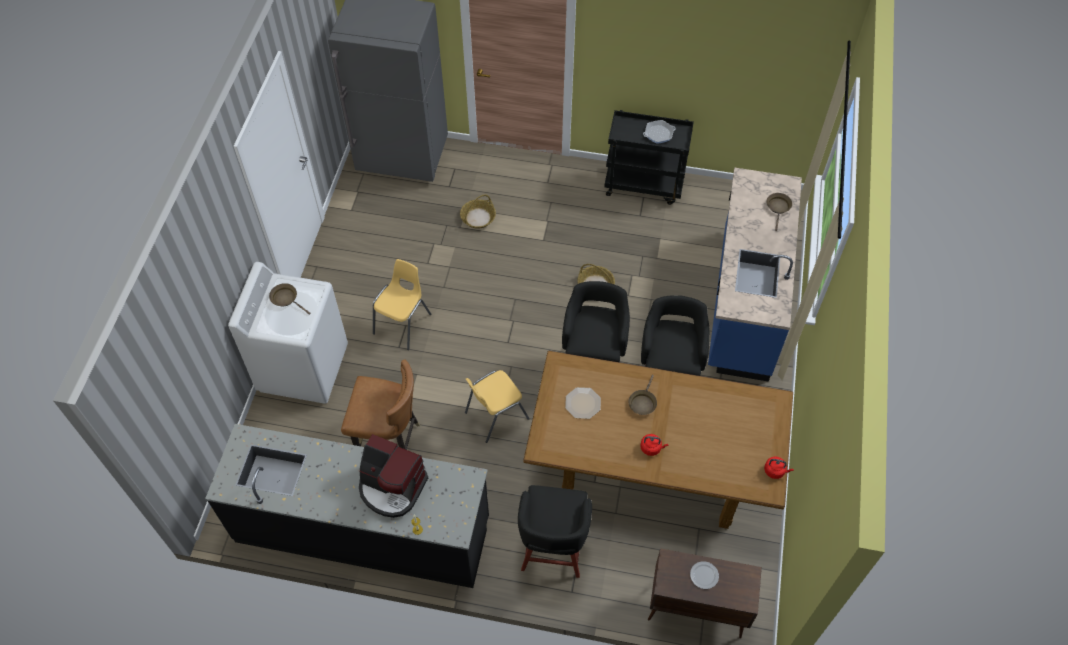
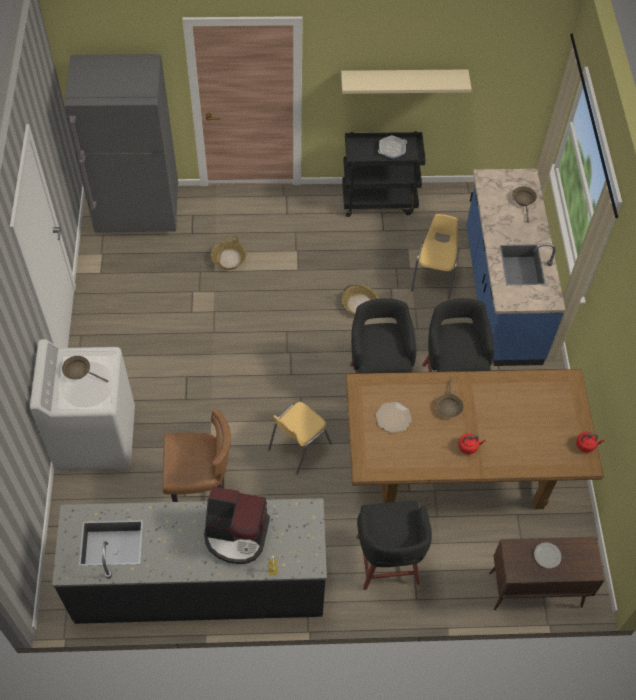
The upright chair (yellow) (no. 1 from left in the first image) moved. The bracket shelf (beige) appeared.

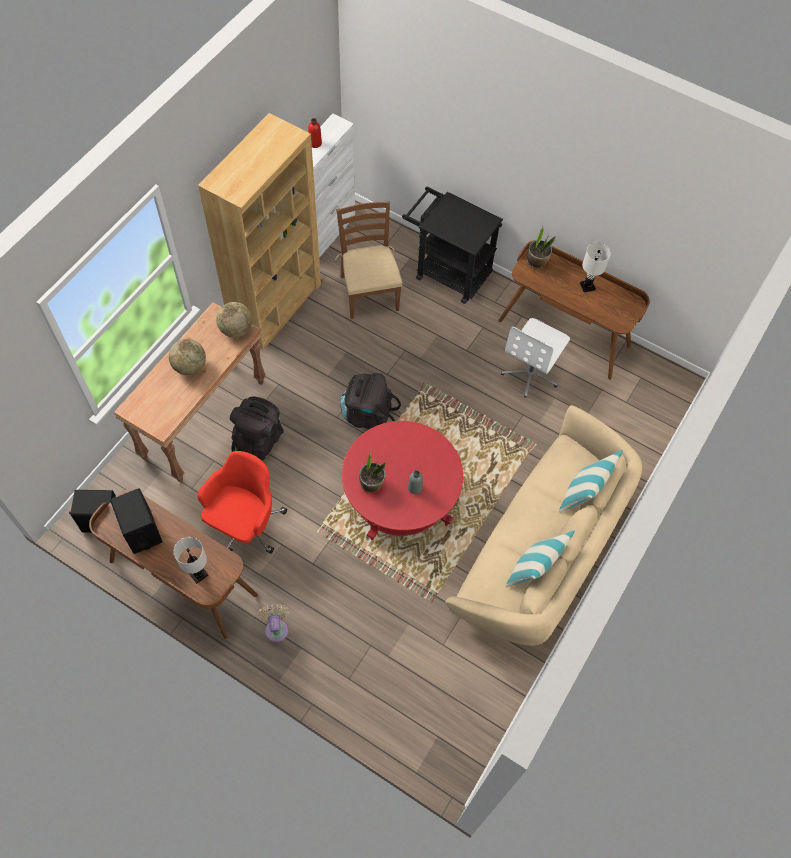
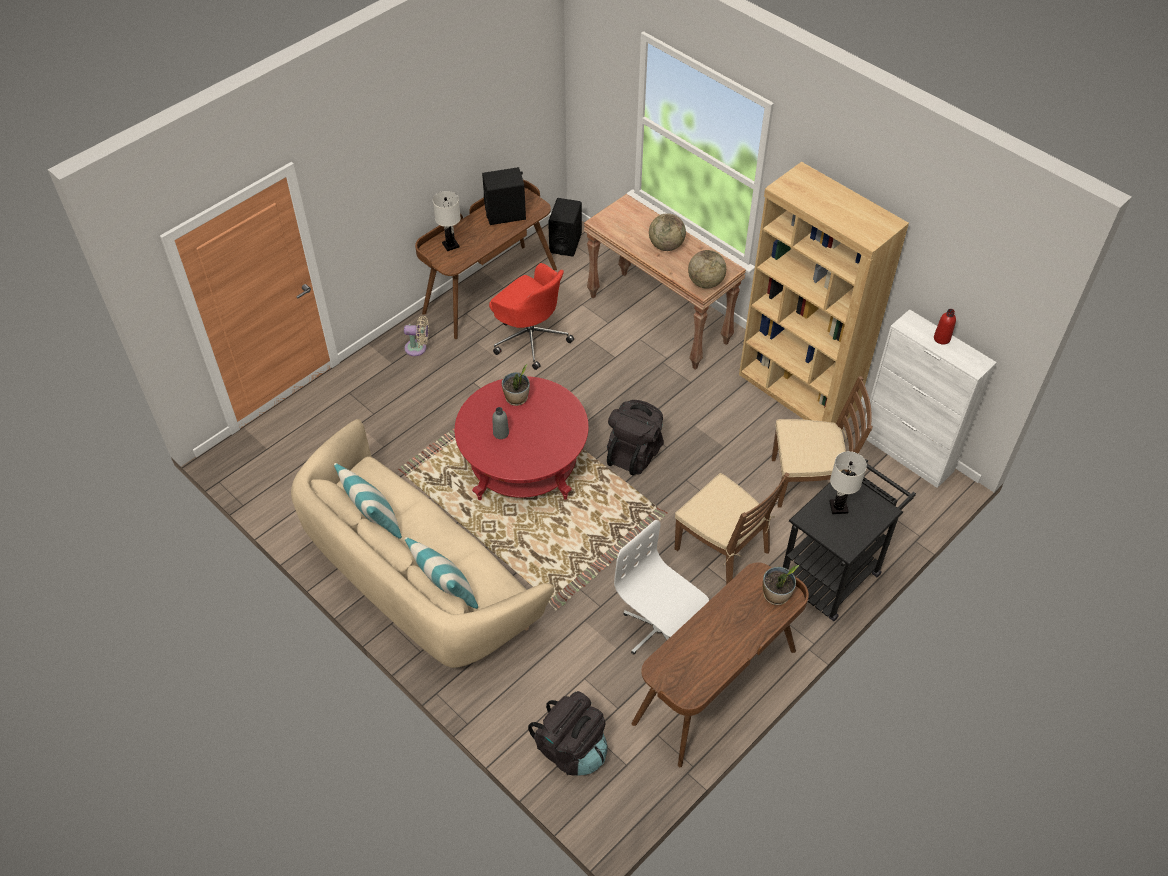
The table lamp (whitish) (no. 2 from left) moved. The knapsack (blackish) (no. 1 from left) moved. The upright chair (brown) (no. 1 from left) appeared.

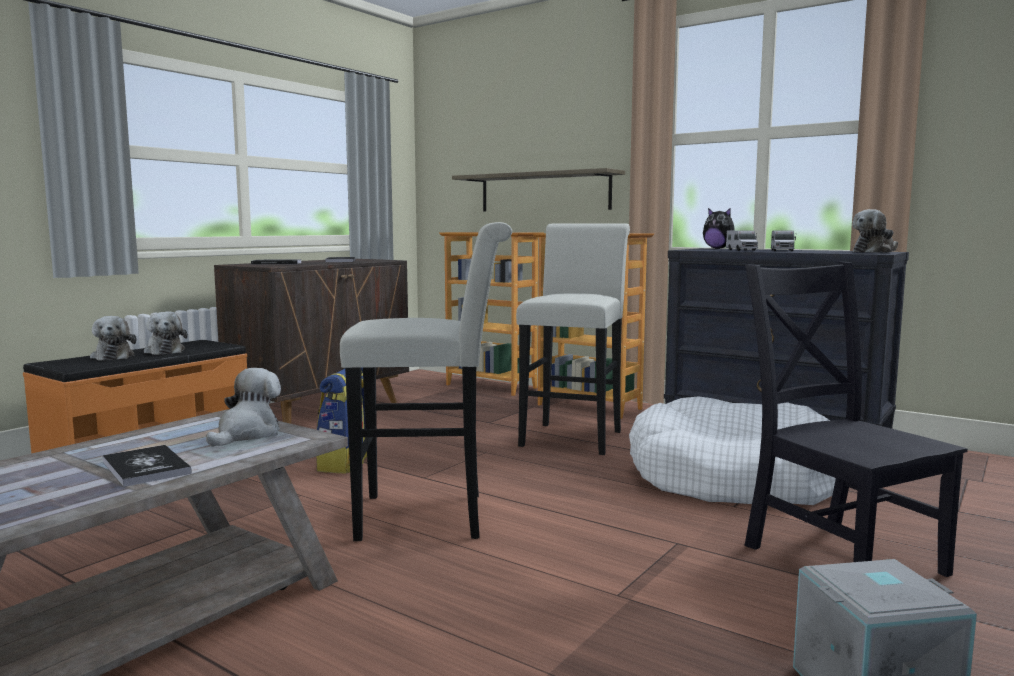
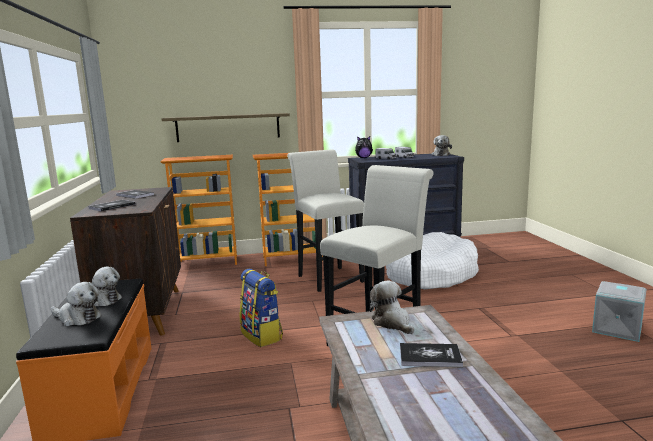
The upright chair (blackish) disappeared.

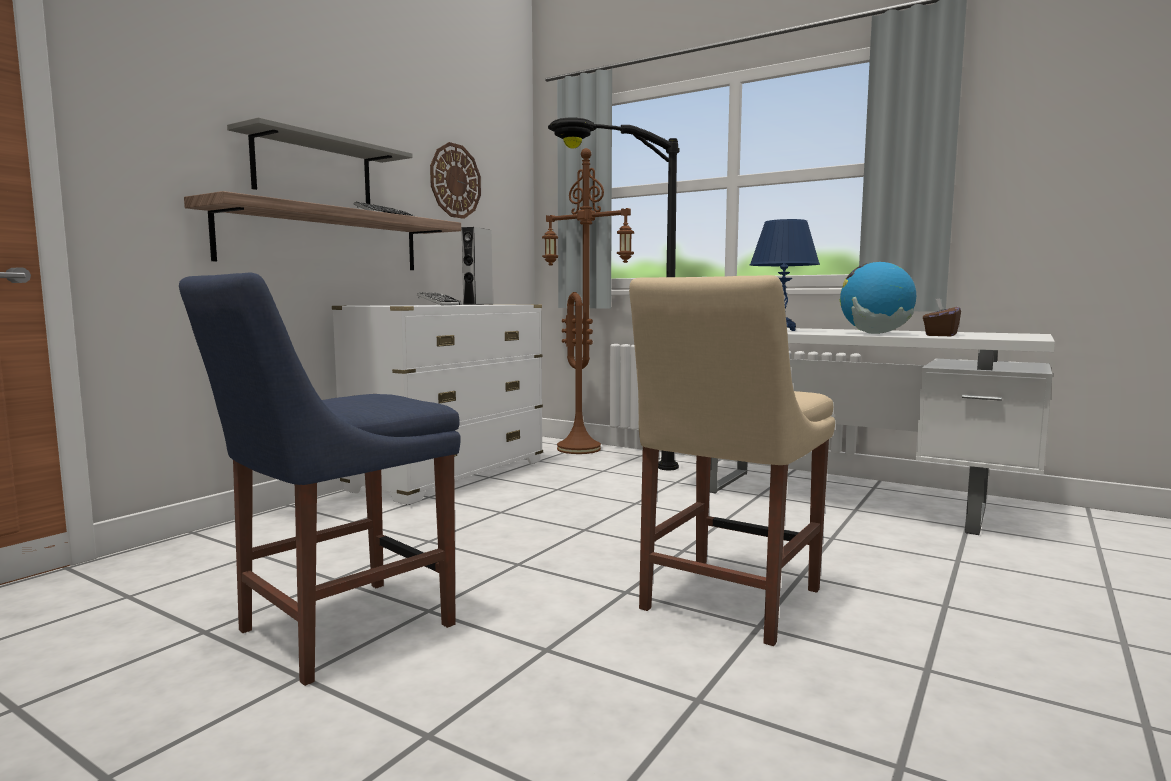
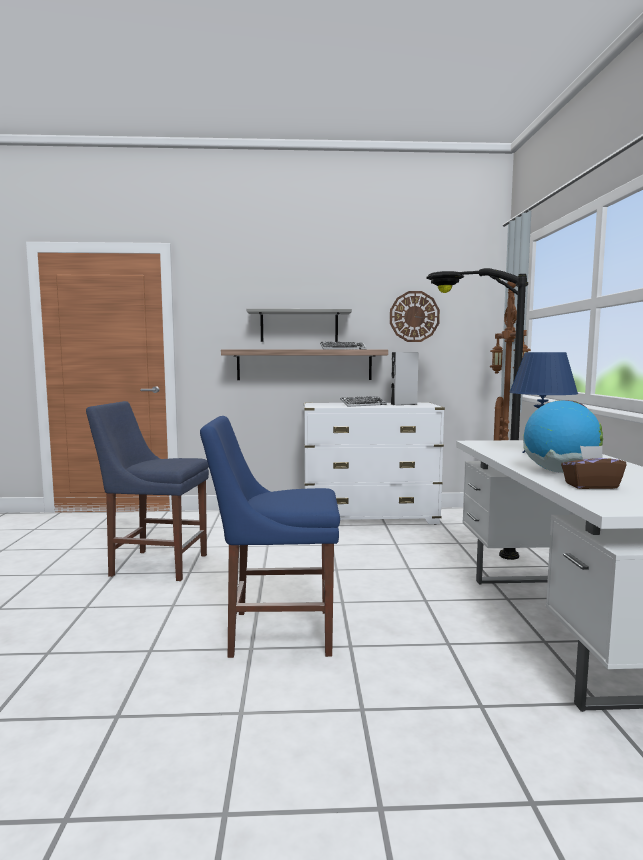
The upright chair (beige) became the upright chair (blue-coloured) (no. 2 from left).

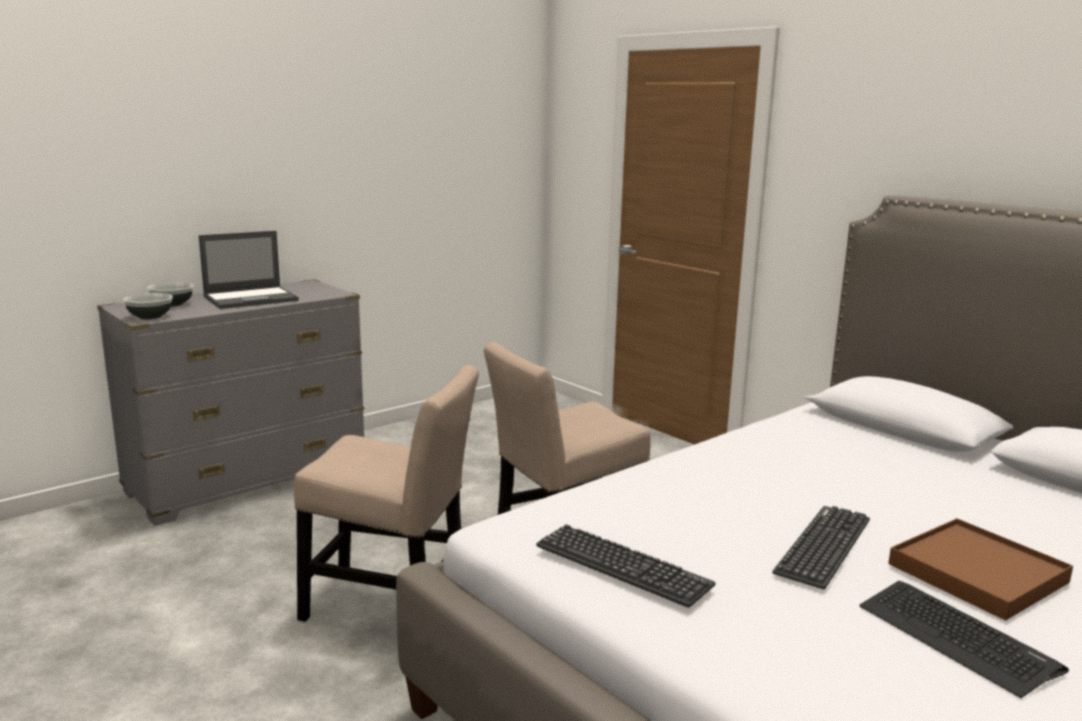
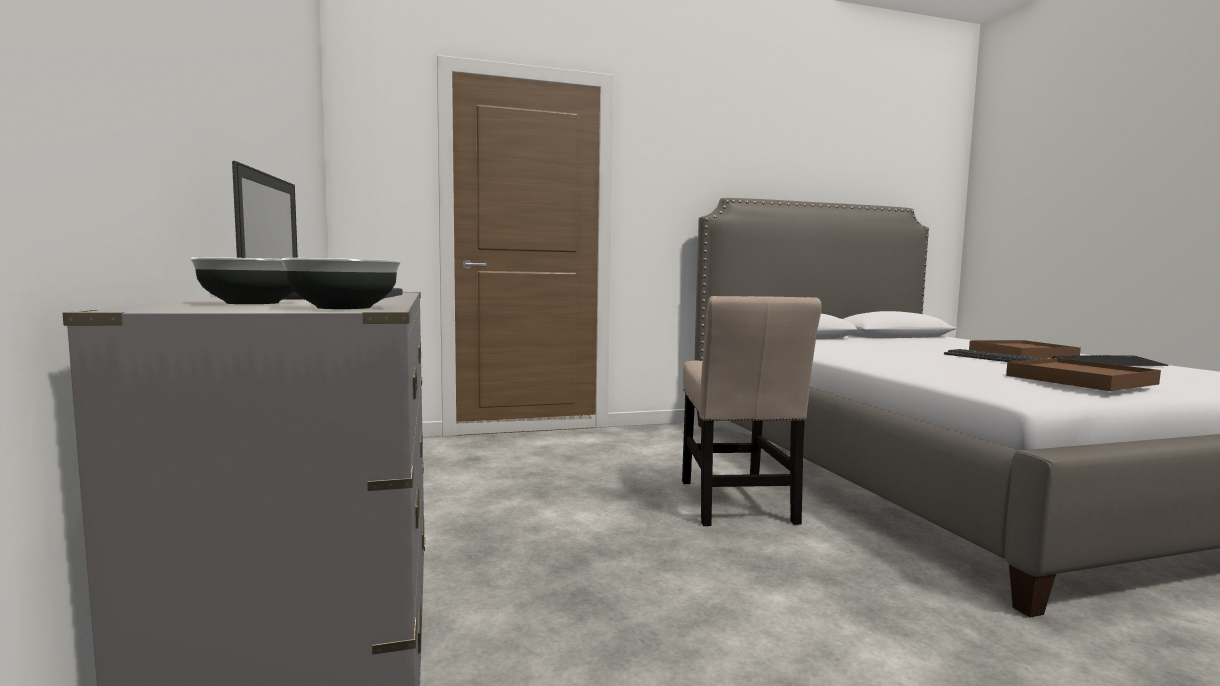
The upright chair (beige) (no. 1 from left) disappeared. The keyboard (no. 1 from left) was replaced by the serving tray (brown) (no. 2 from left).

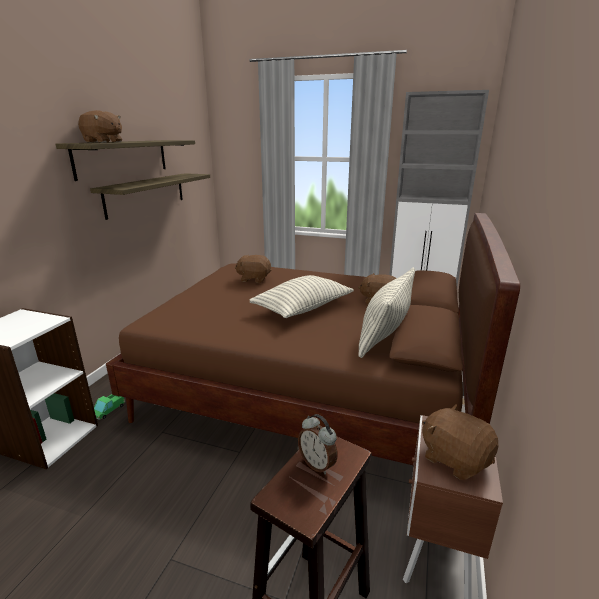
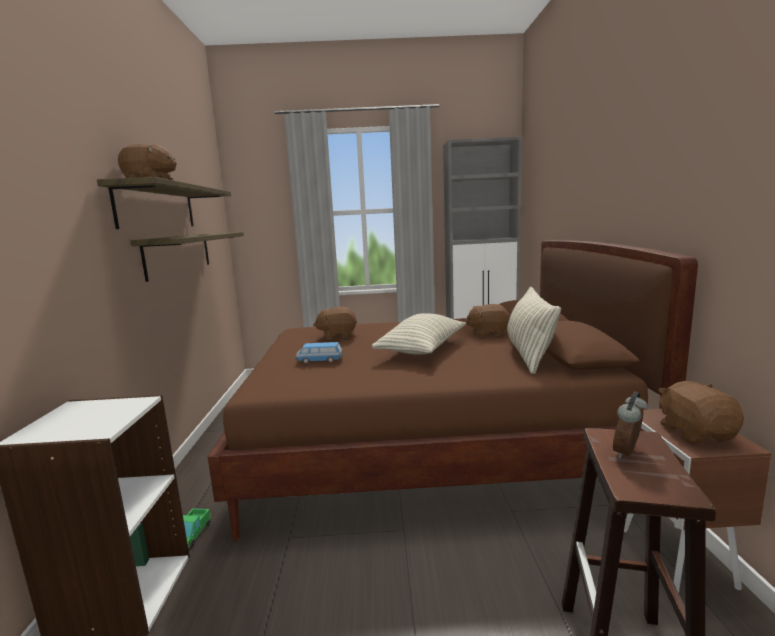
The soft toy (brown) (no. 4 from left) turned 60 degrees clockwise. The bedside clock turned 105 degrees clockwise. The model car appeared.

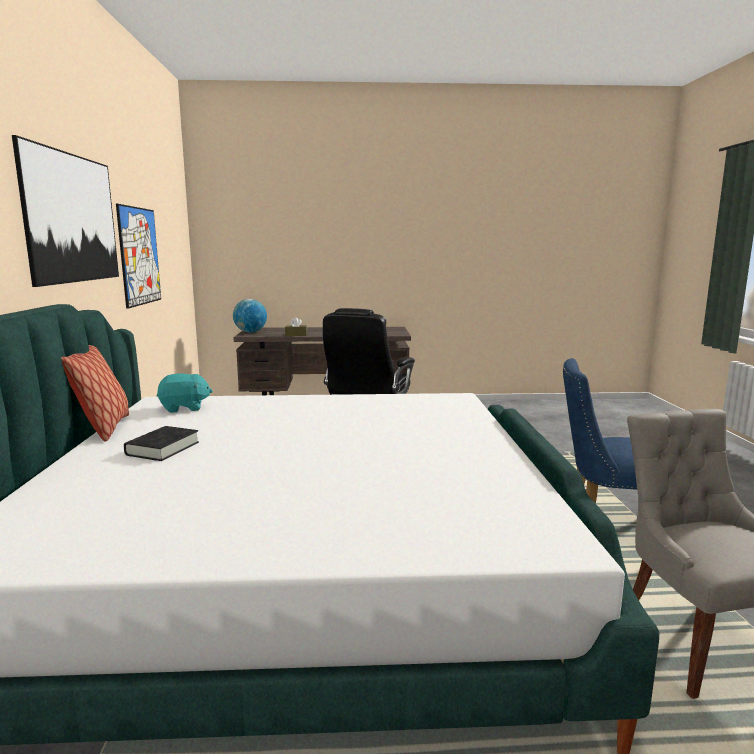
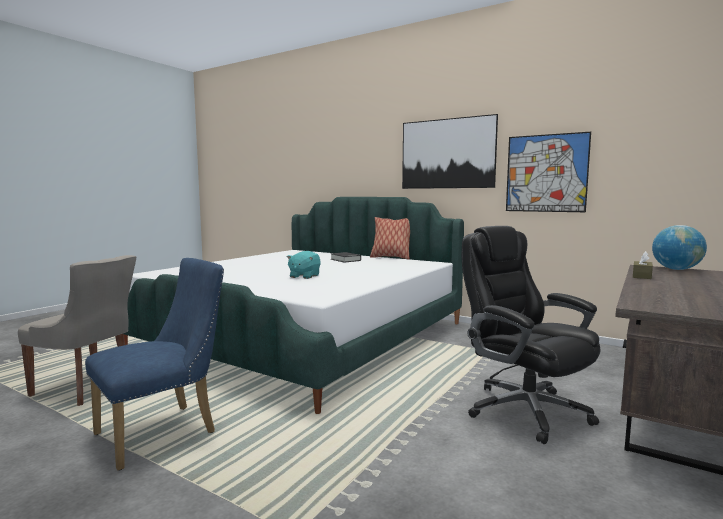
The soft toy (turquoise) moved.

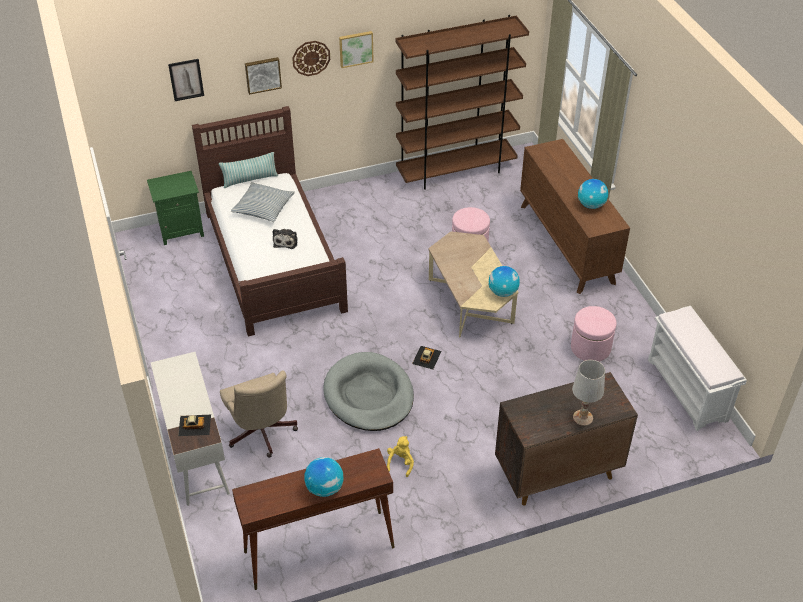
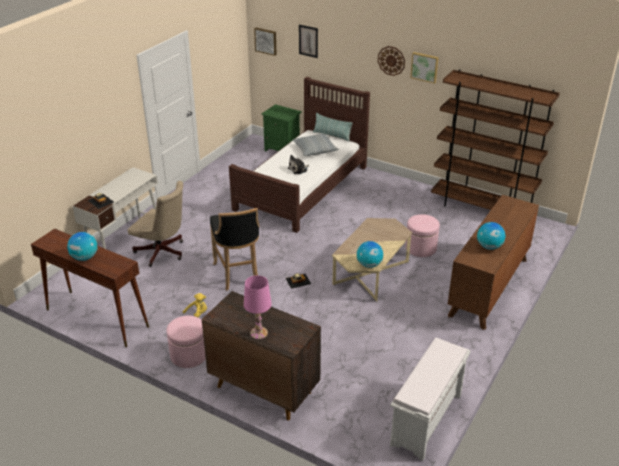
The picture (no. 2 from left in the first image) moved. The pouffe (pink-coloured) (no. 2 from left in the first image) moved. The dog bed (gray) was replaced by the stool seat (blackish). The table lamp (whitish) became the table lamp (pink-coloured). The desk chair (beige) turned 90 degrees counterclockwise.

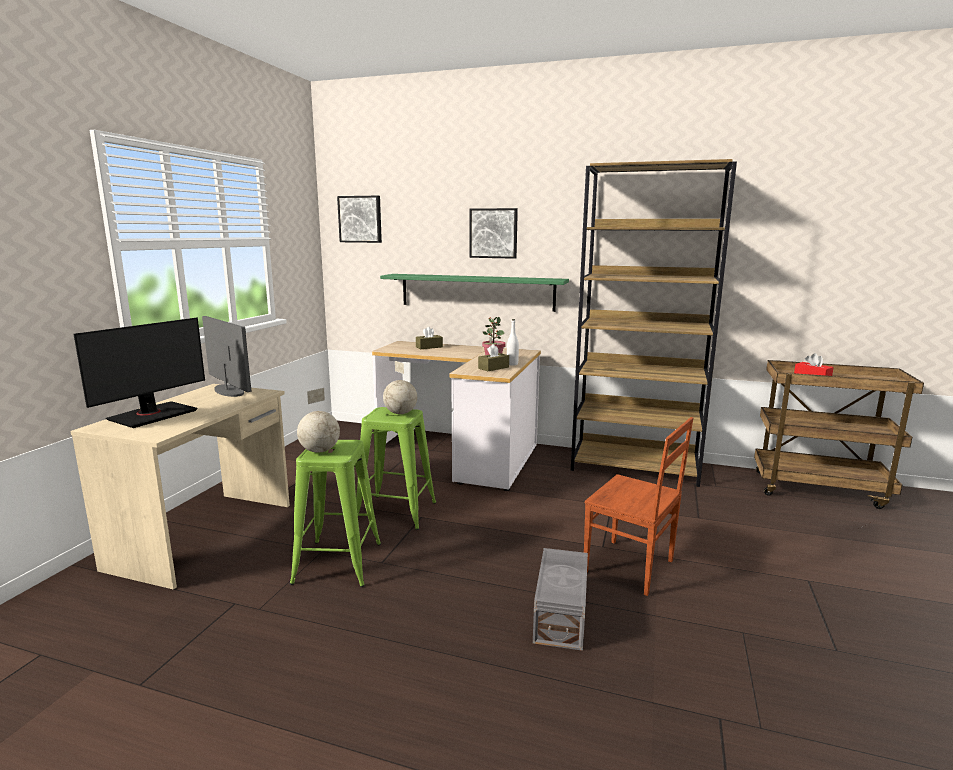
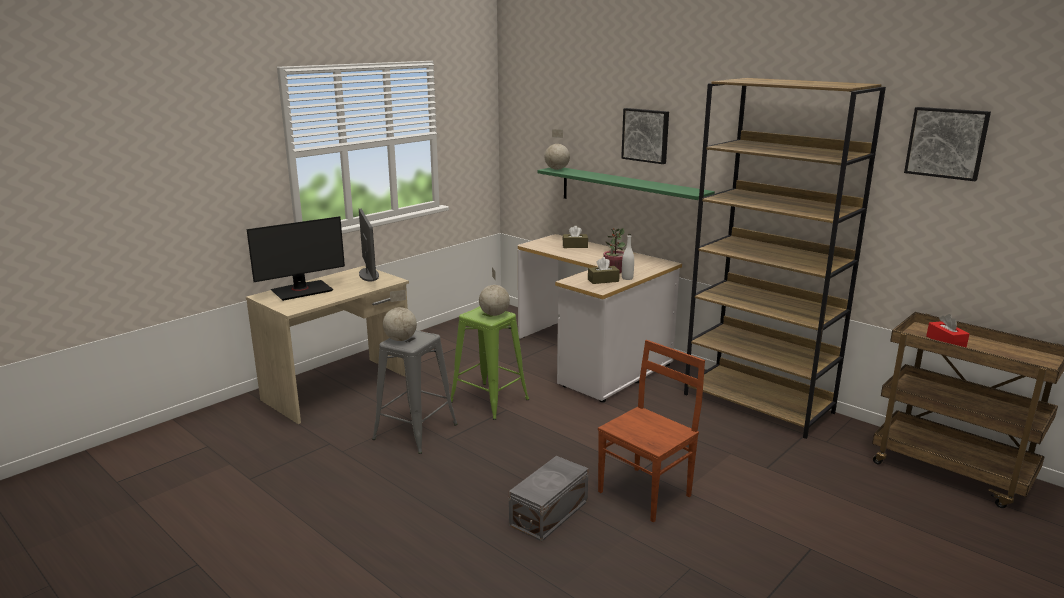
The picture (no. 1 from left in the first image) moved. The upright chair (brown) turned 105 degrees counterclockwise. The stool seat (green-coloured) (no. 1 from left) became the stool seat (gray). The globe (no. 3 from left) appeared.

